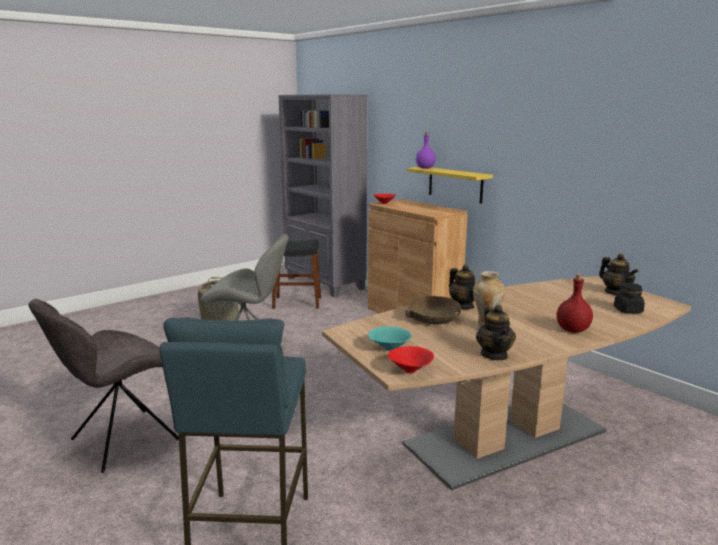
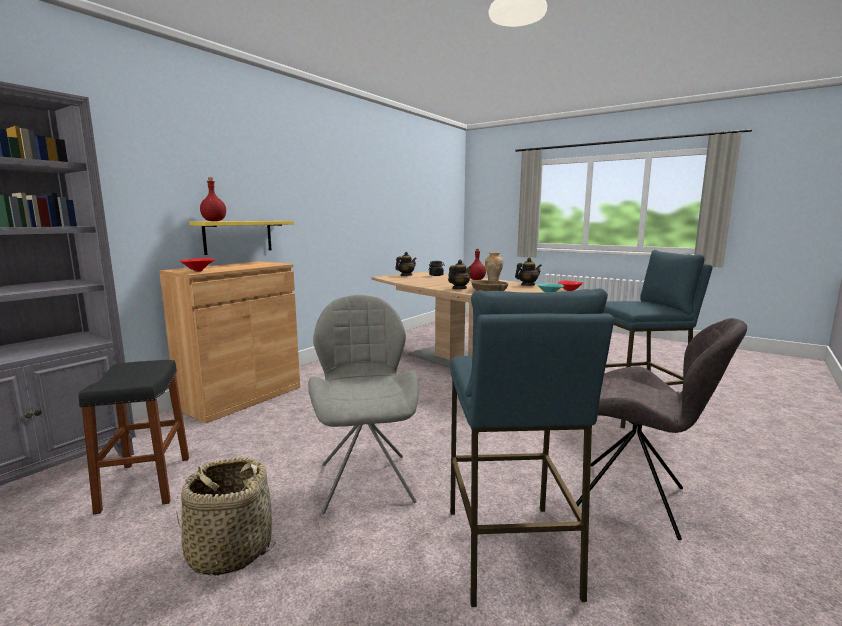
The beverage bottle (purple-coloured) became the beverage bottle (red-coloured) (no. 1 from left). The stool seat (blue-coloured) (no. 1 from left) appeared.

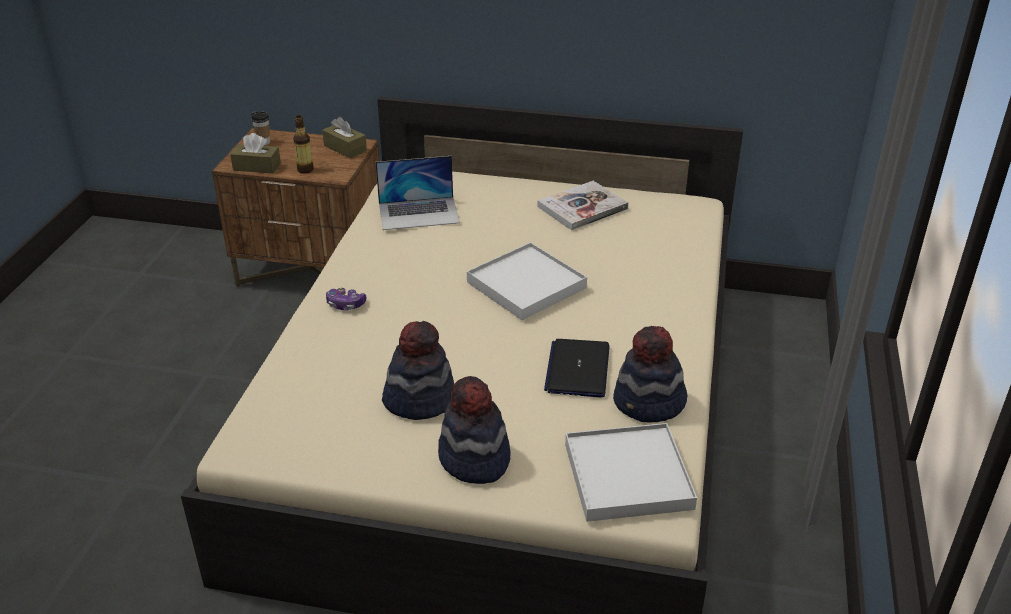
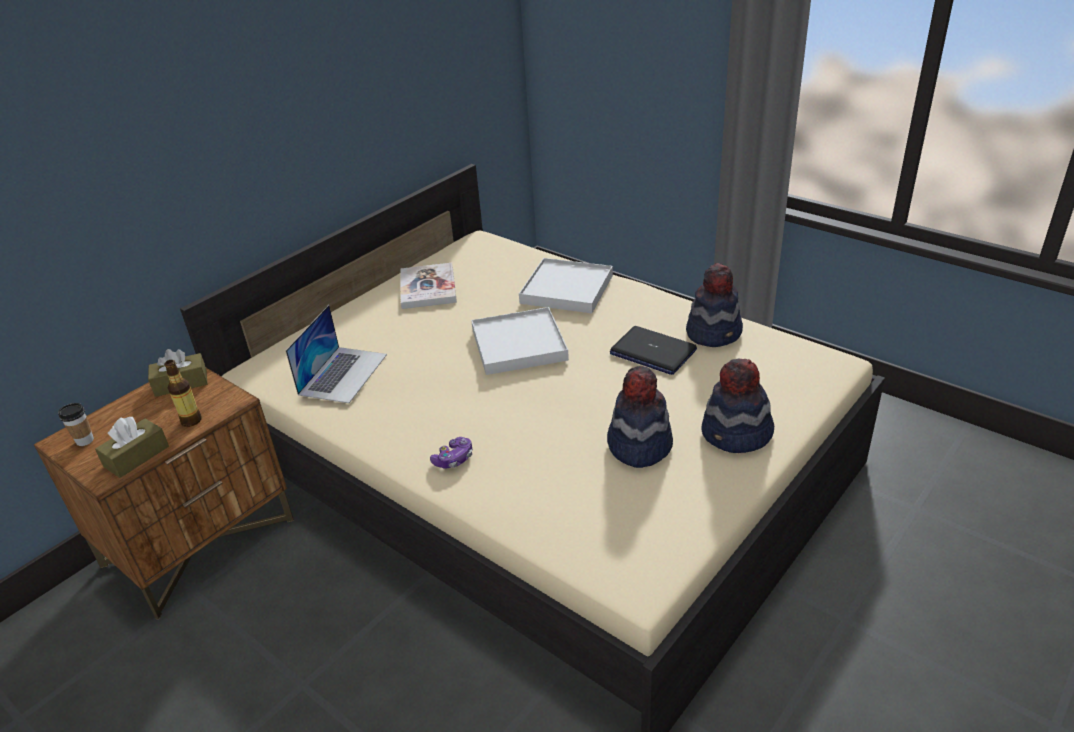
The serving tray (whitish) (no. 2 from left) moved.

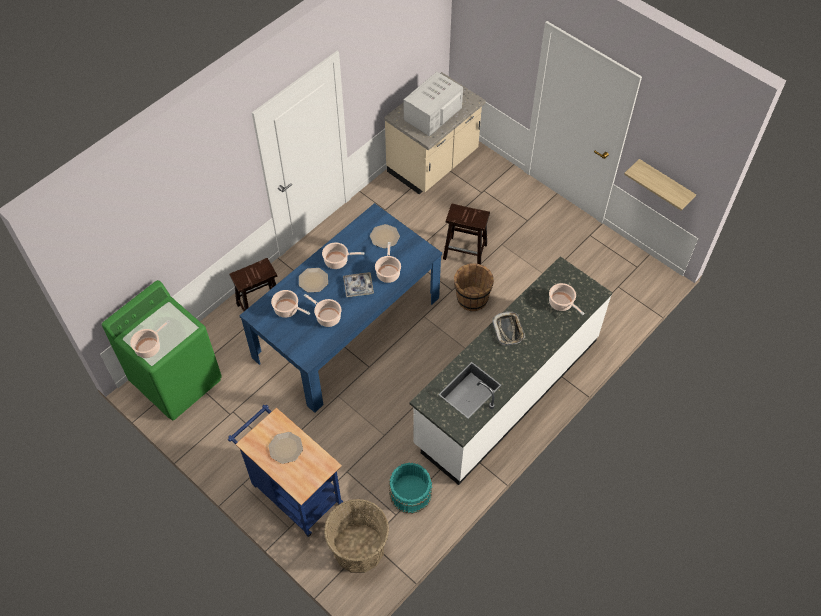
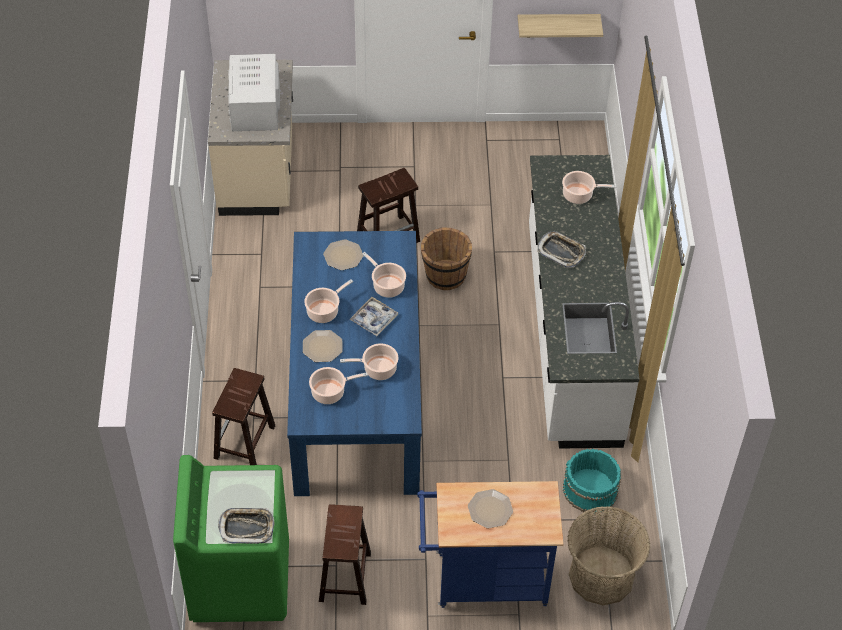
The cooking pot (no. 1 from left) was replaced by the serving tray (no. 1 from left). The stool seat (brown) (no. 2 from left) appeared.

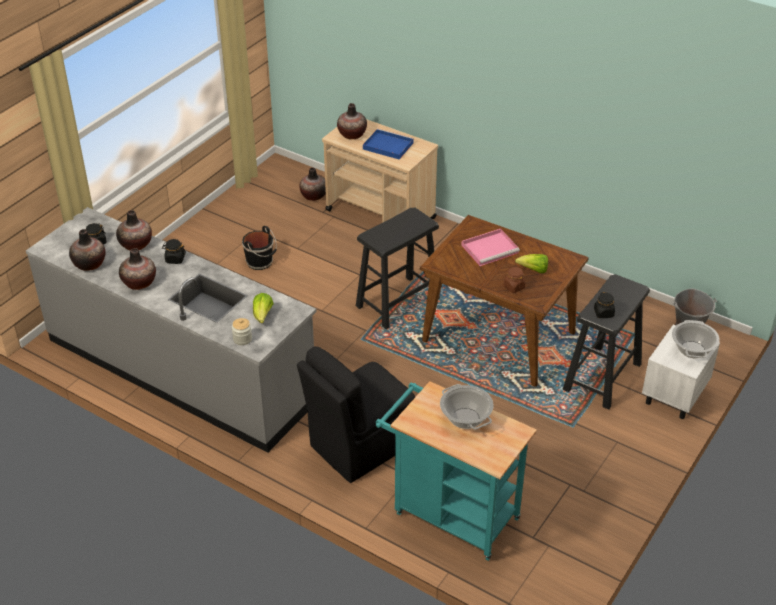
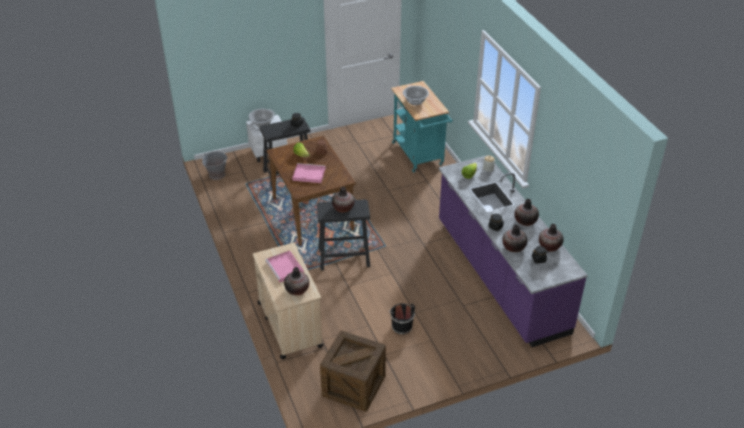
The serving tray (blue-coloured) became the serving tray (pink-coloured) (no. 1 from left). The decorative vase (no. 4 from left in the first image) moved. The counter (gray) became the counter (purple-coloured). The upright chair (blackish) disappeared. The shipping crate appeared.

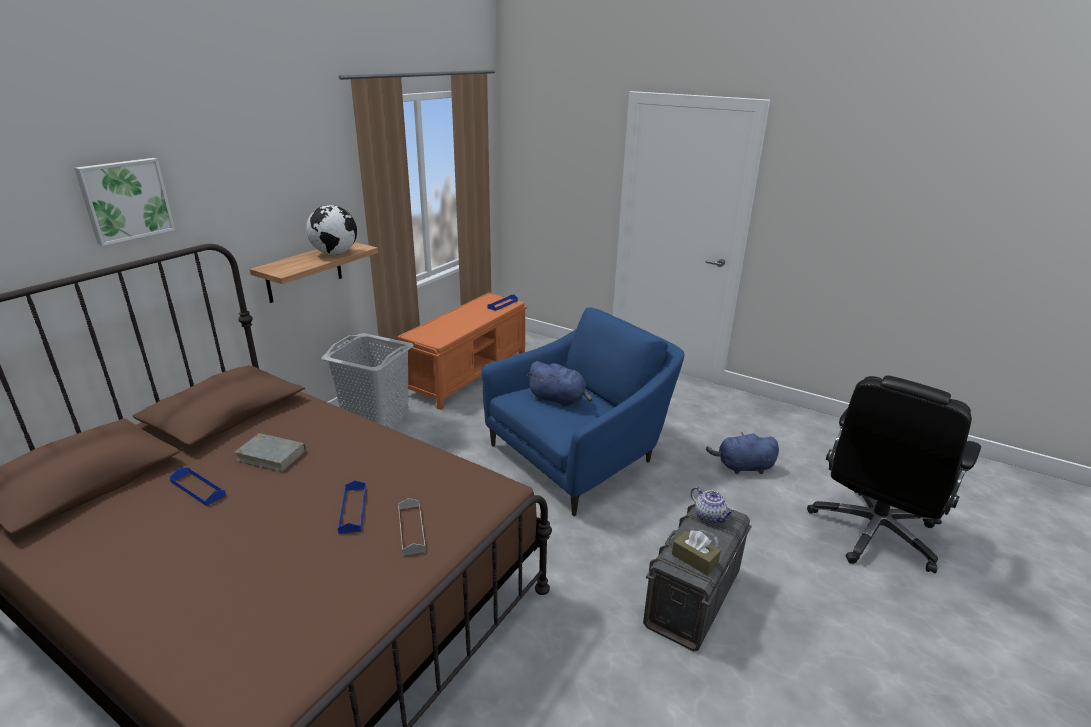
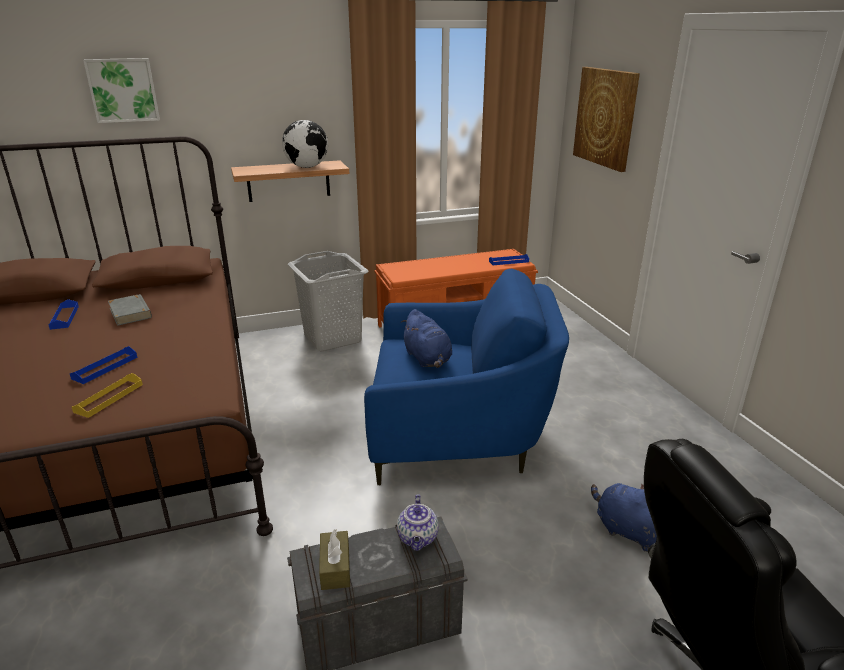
The serving tray (gray) became the serving tray (yellow). The picture (no. 2 from left) appeared.

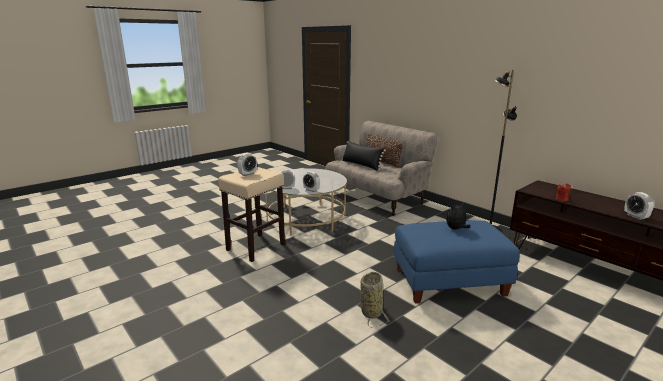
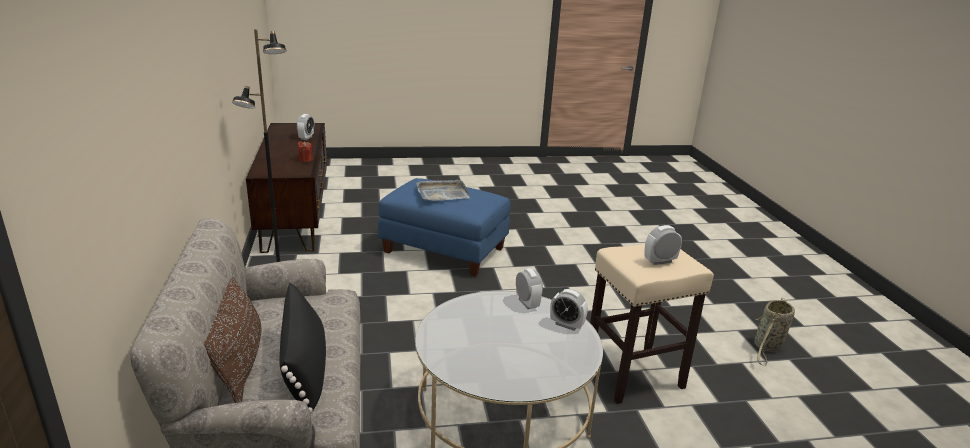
The soft toy was replaced by the serving tray (gray). The storage basket moved.

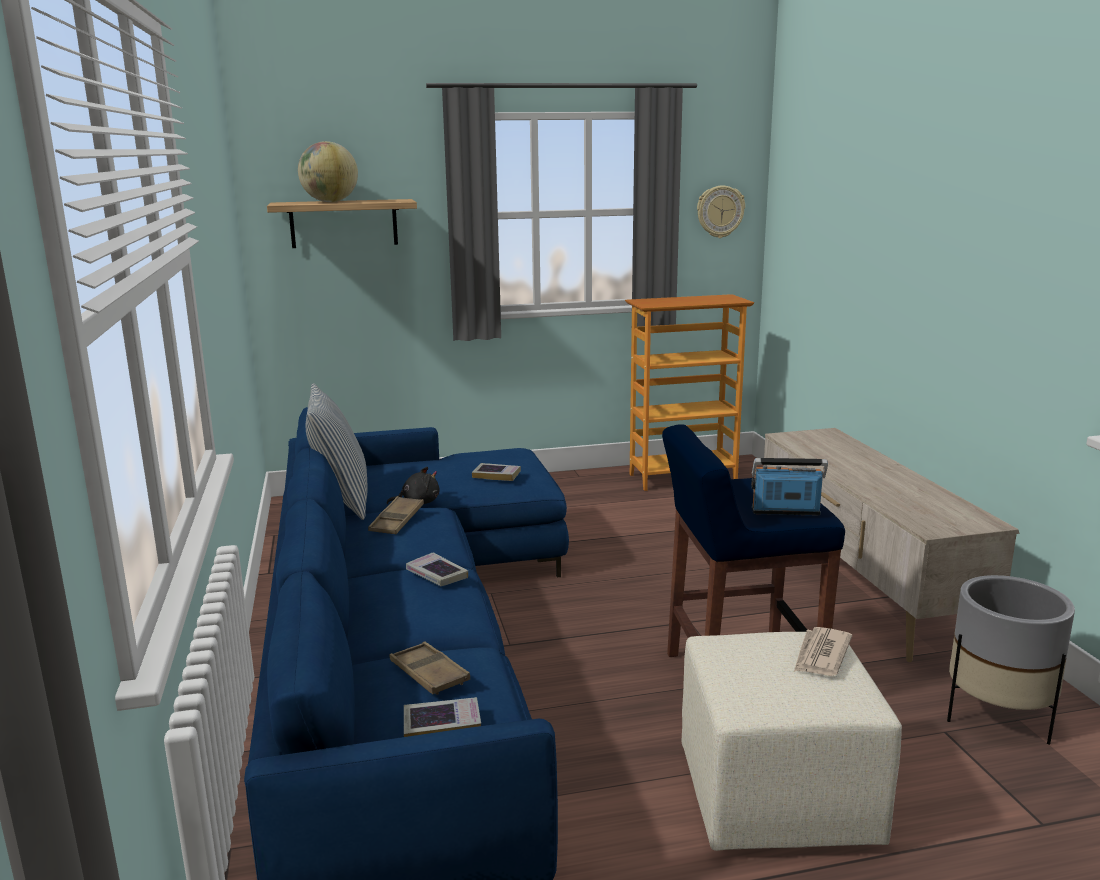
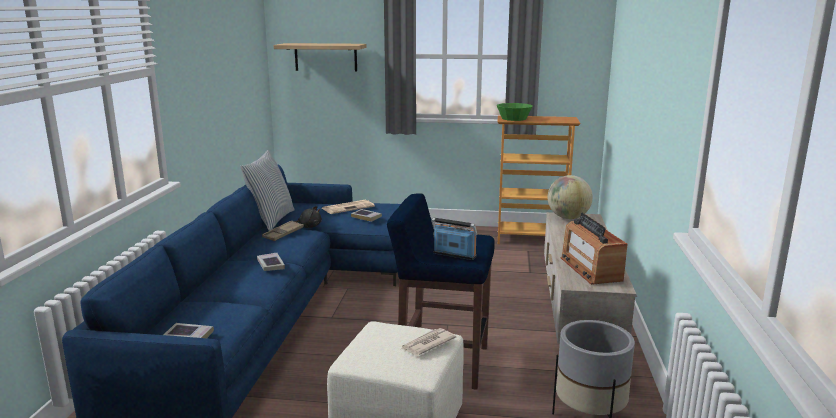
The globe moved. The wall clock disappeared. The serving tray (brown) (no. 2 from left) disappeared. The serving bowl (green-coloured) appeared. The printed paper (no. 1 from left) appeared. The radio set (no. 2 from left) appeared.

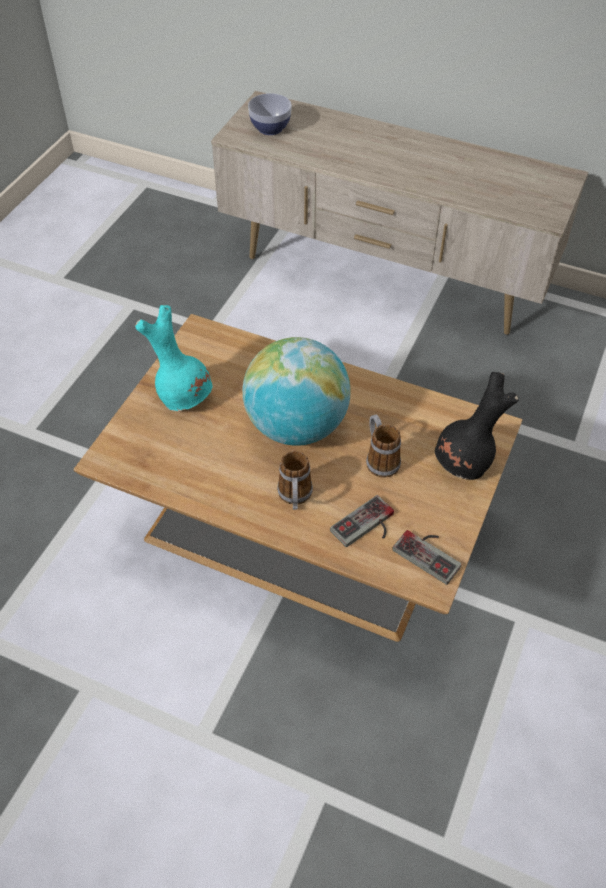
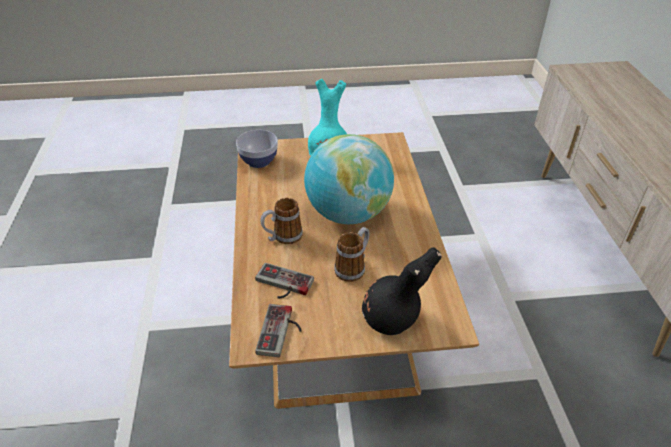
The serving bowl moved.

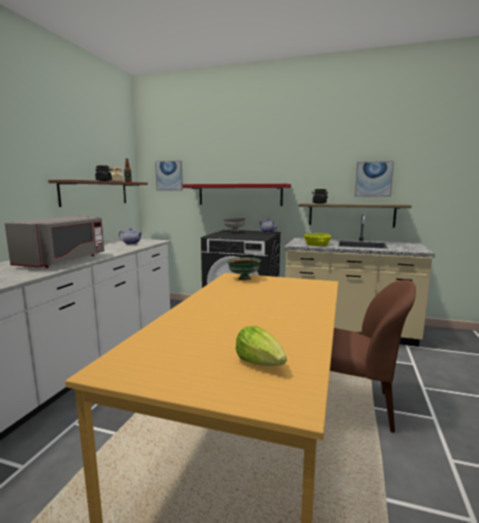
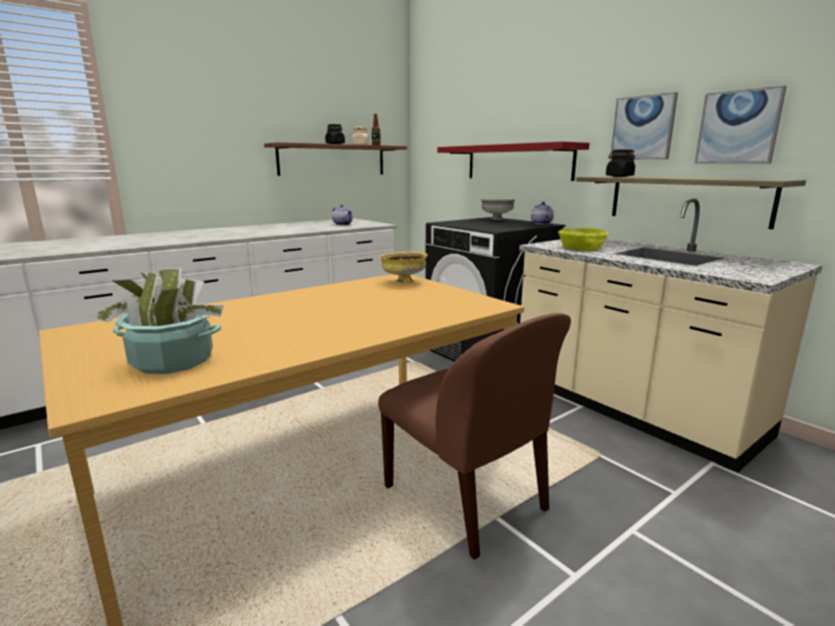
The picture (no. 1 from left) moved. The kitchen microwave (gray) disappeared. The serving bowl (green-coloured) became the serving bowl (yellow) (no. 1 from left). The lettuce was replaced by the potted plant.

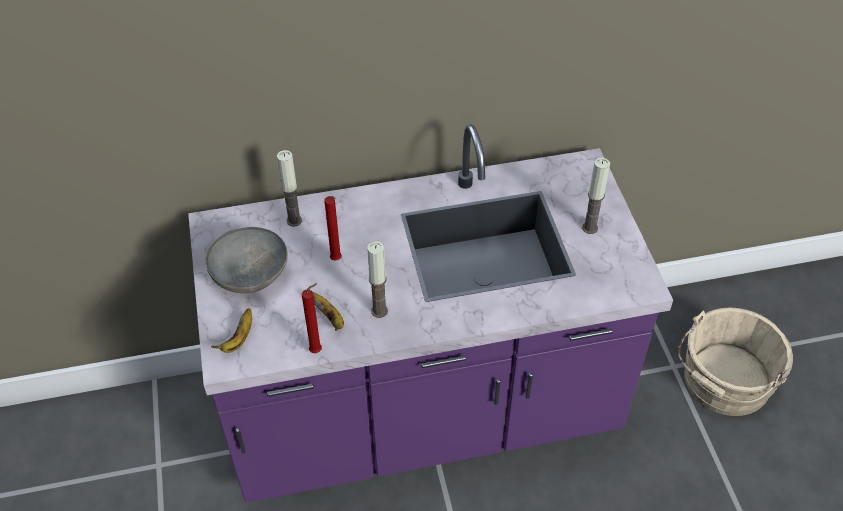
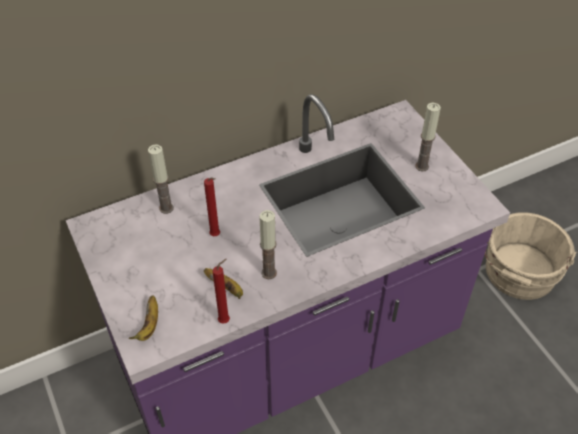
The serving bowl (gray) disappeared.

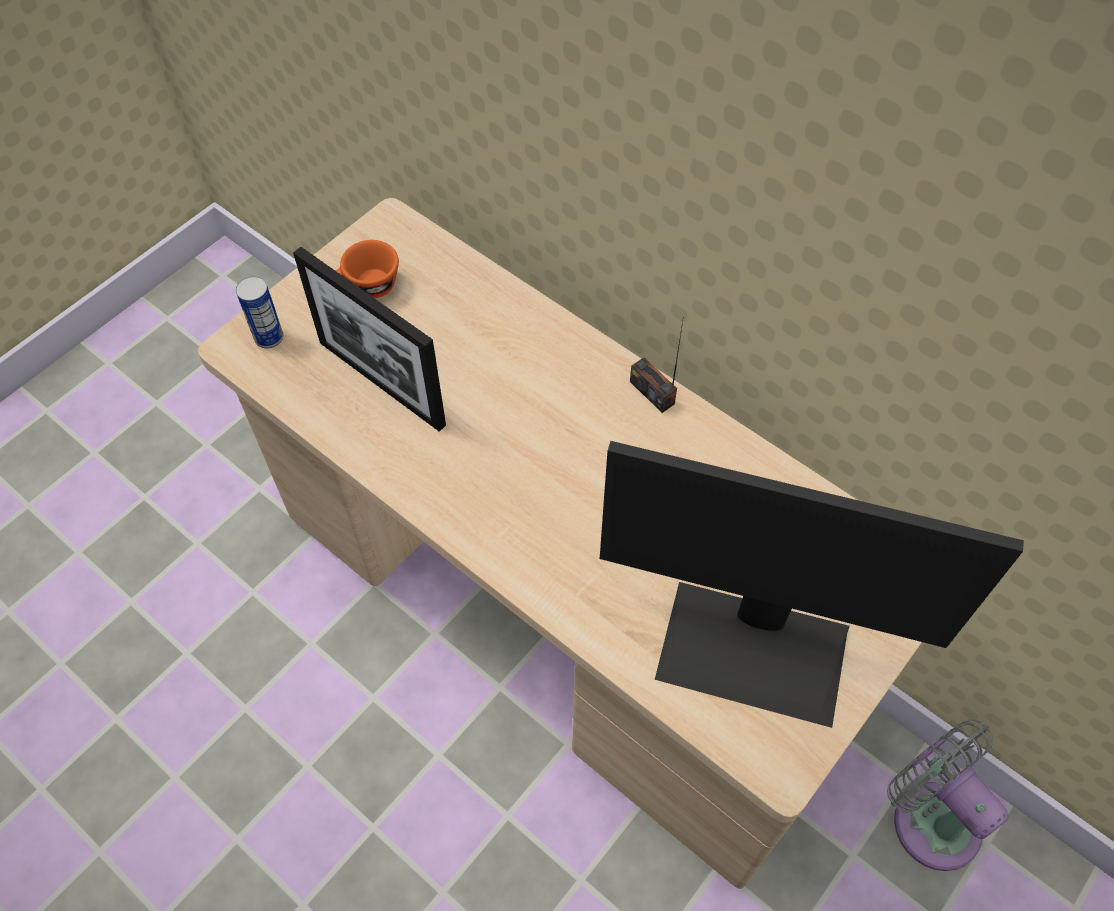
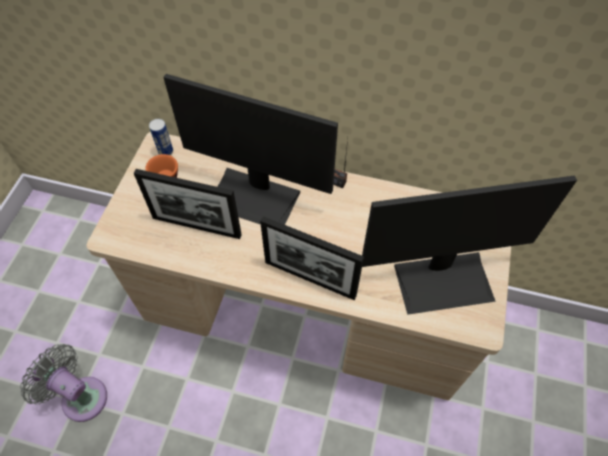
The metal can moved. The fan (gray) moved. The monitor (no. 1 from left) appeared. The standing frame (no. 2 from left) appeared.

